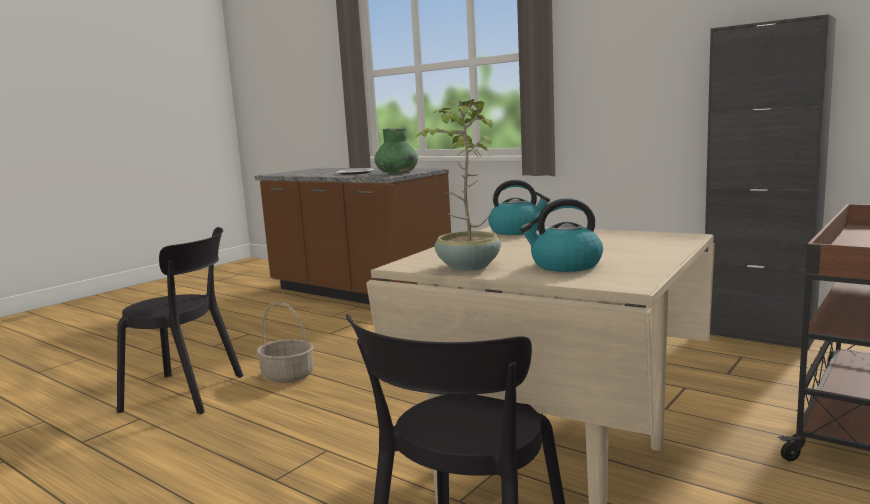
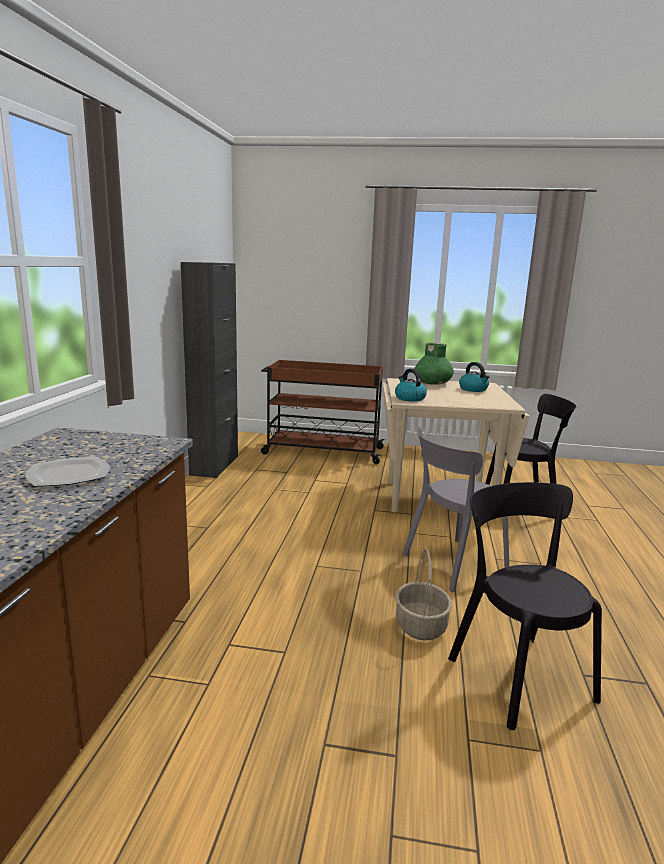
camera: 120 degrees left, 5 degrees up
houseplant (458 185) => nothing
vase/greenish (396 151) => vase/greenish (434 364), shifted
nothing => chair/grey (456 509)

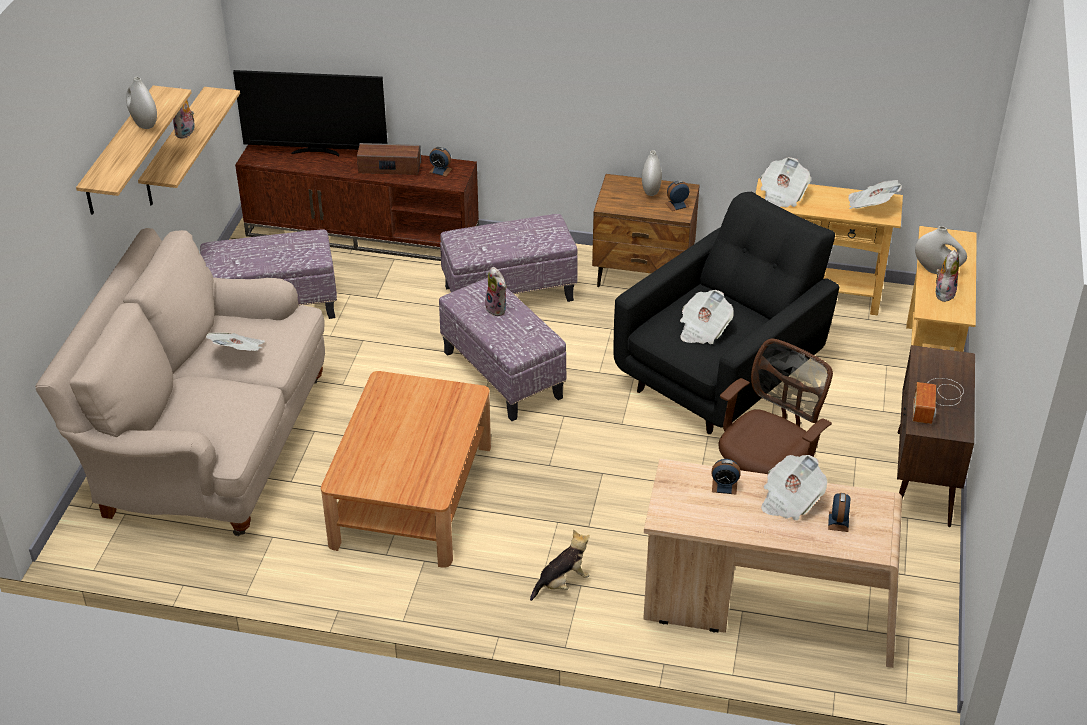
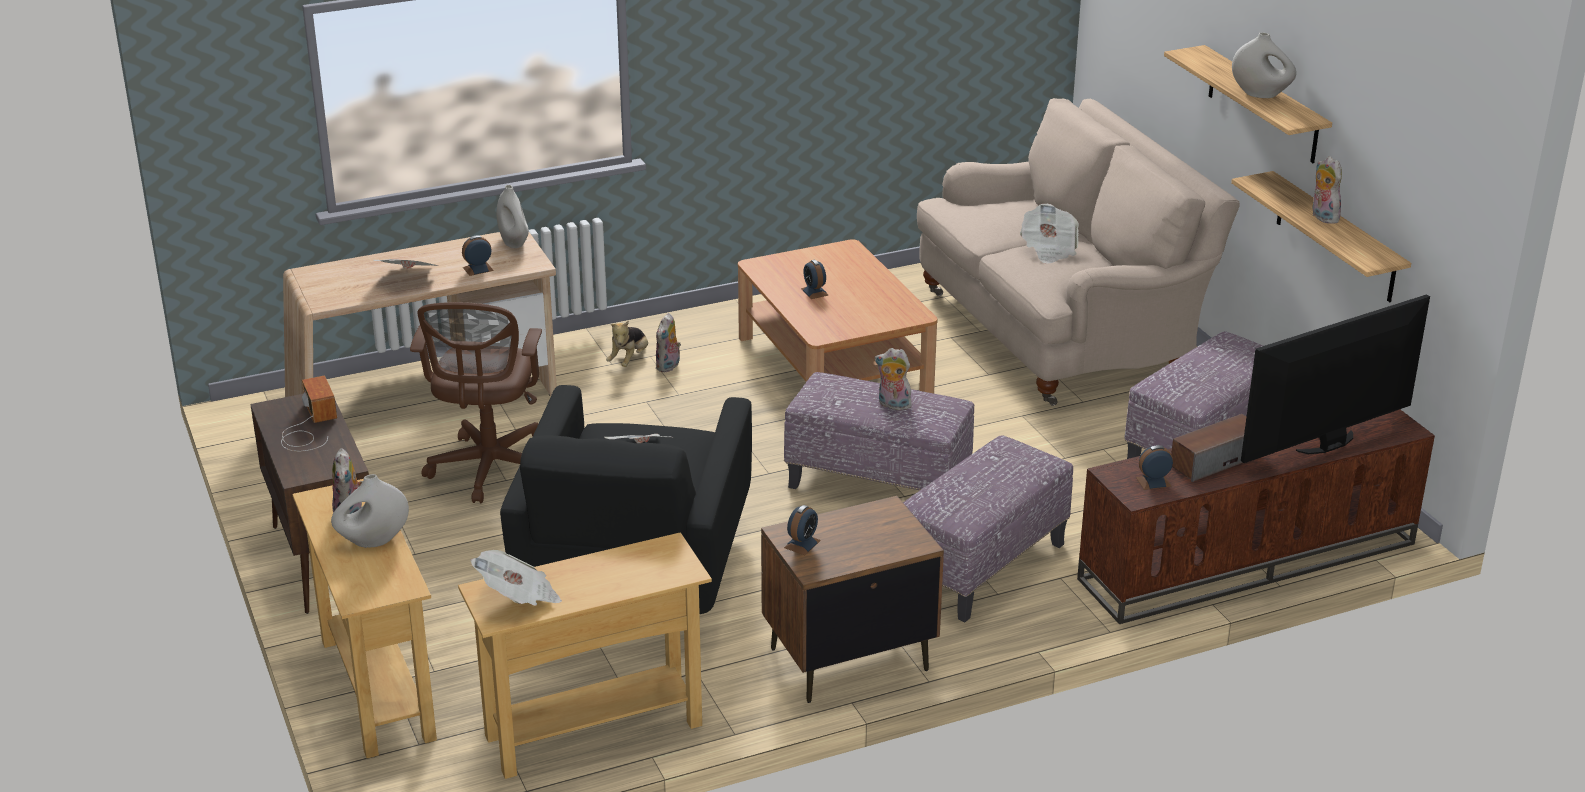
camera: 145 degrees right, 10 degrees down
vase/white-coloured (652 173) => vase/white-coloured (512 216), shifted
newspaper (785 182) => nothing
bedside clock (839 512) => bedside clock (815 279), shifted
nothing => plush toy (668 343)

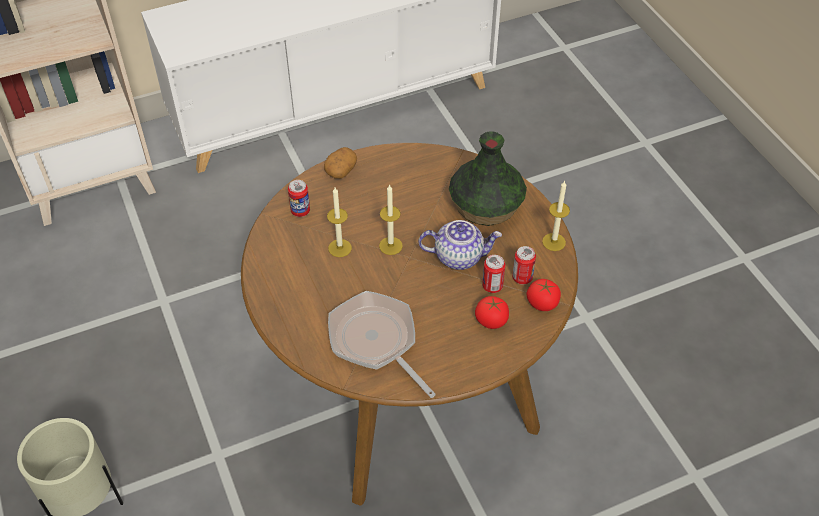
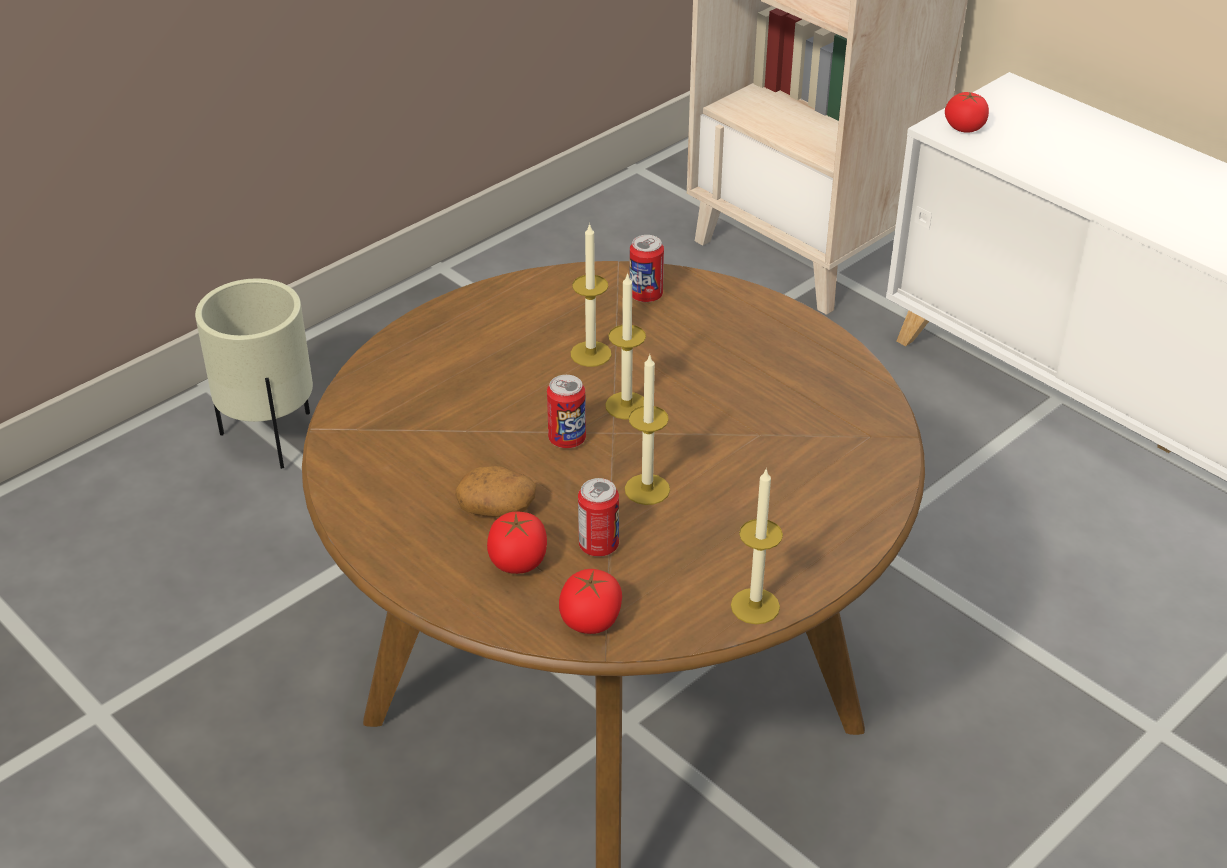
camera: 70 degrees right, 10 degrees down
vase (488 179) => nothing
potato (340 163) => potato (495 491), shifted
pot for tea (460 245) => candle (647 429)
sealed can (524 265) => sealed can (566 411), shifted
frying pan (382 344) => nothing
nothing => fresh tomato (967 112)

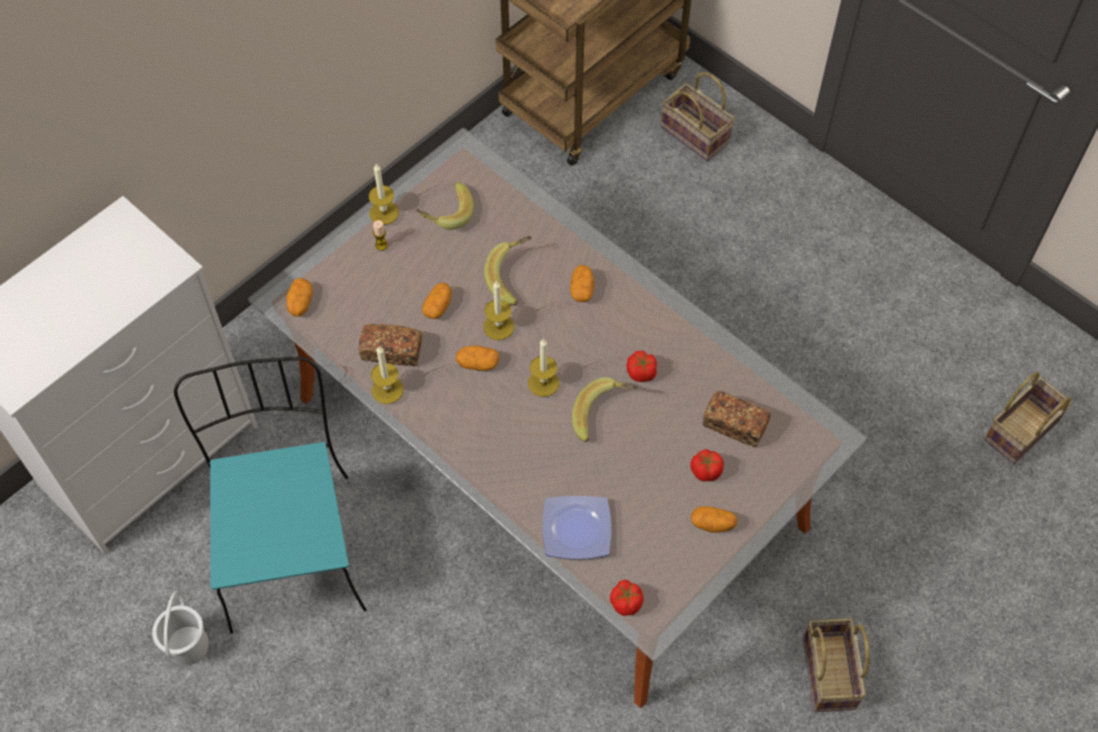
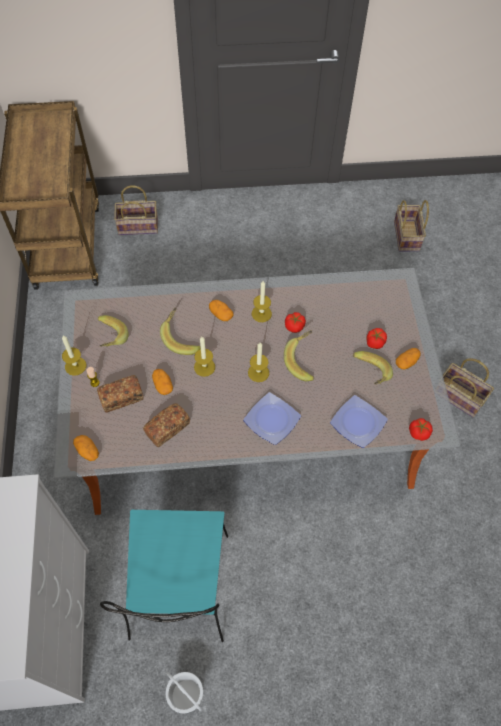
camera: 50 degrees left, 0 degrees up
candle (387 375) => candle (262 301), shifted
potato (477 358) => nothing
chair/turquoise (270 495) => chair/turquoise (164 576), 120 degrees counterclockwise
bakery bread (737 419) => bakery bread (120 394), shifted
nothing => banana fruit (373 368)
nothing => flat dish (272 418)

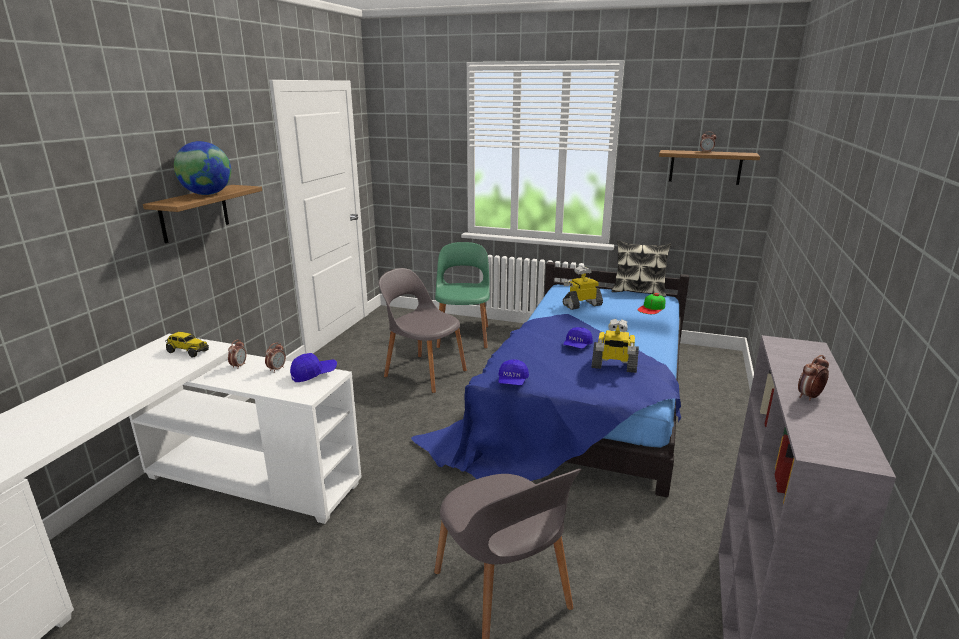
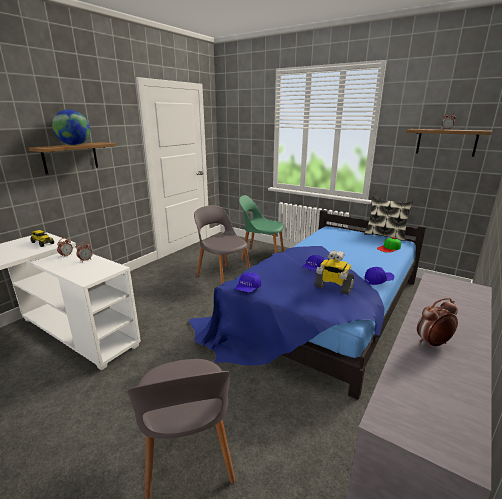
camera: 15 degrees right, 0 degrees up
chair/greenish (462 295) => chair/greenish (261 228), 90 degrees counterclockwise
model robot (583 288) => nothing
peaked cap/blue (313 367) => peaked cap/blue (379 276), shifted

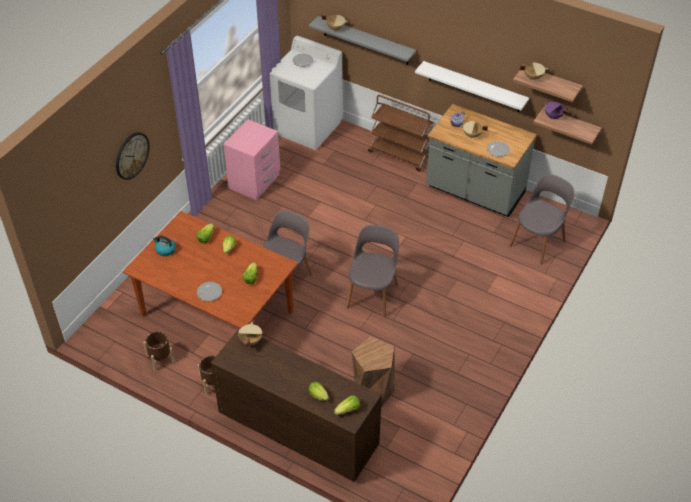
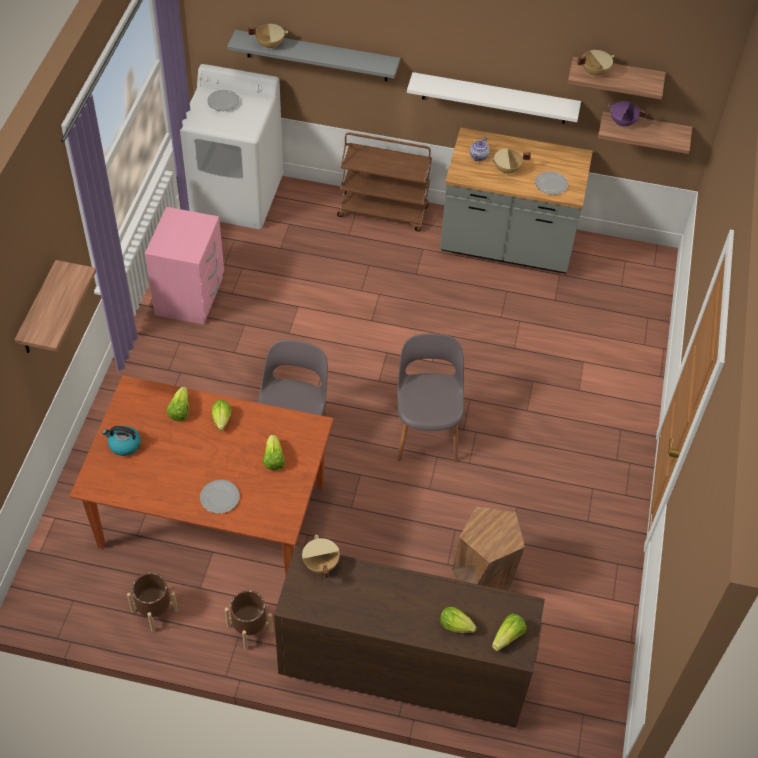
camera: 20 degrees left, 5 degrees up
wall clock (133 156) => wall shelf (55 306)
chair/grey (541 219) => nothing

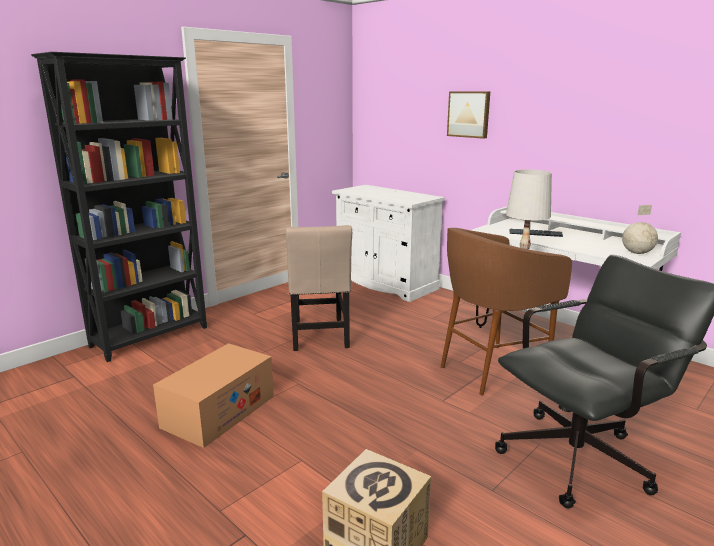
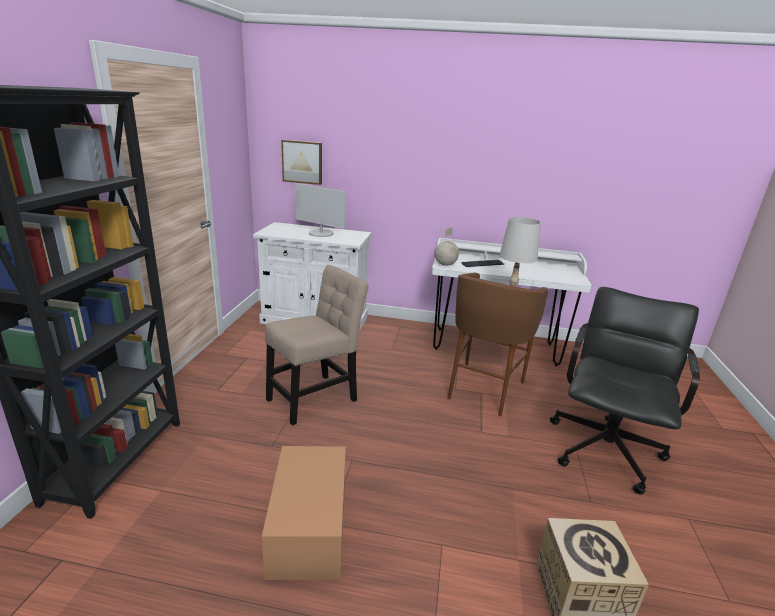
camera: 35 degrees left, 5 degrees up
picture (468 115) => picture (301 162), shifted
desk globe (640 229) => desk globe (446 246), shifted
chair/beige (319 288) => chair/beige (317 345), 90 degrees counterclockwise
nothing => monitor (320 210)

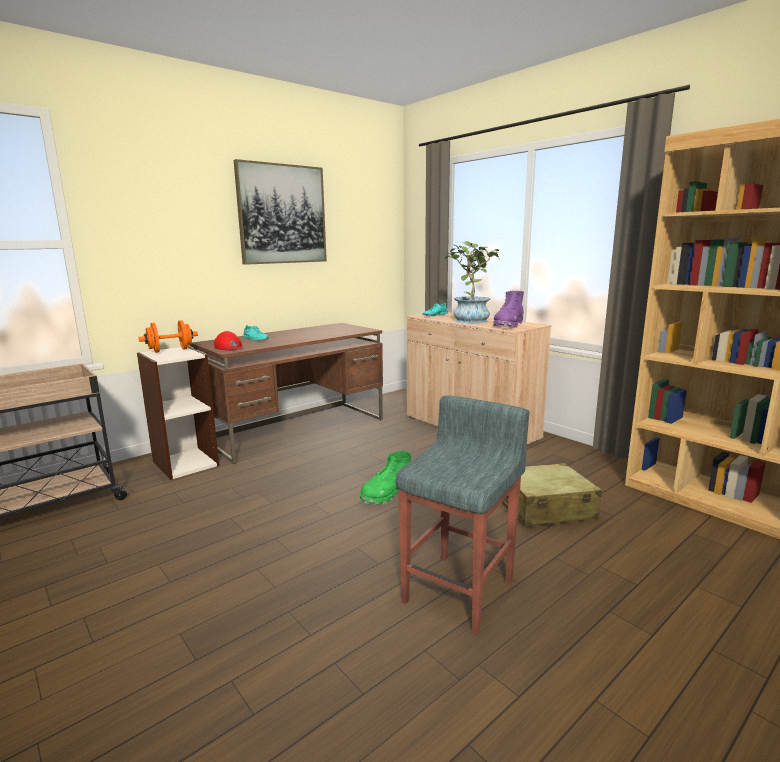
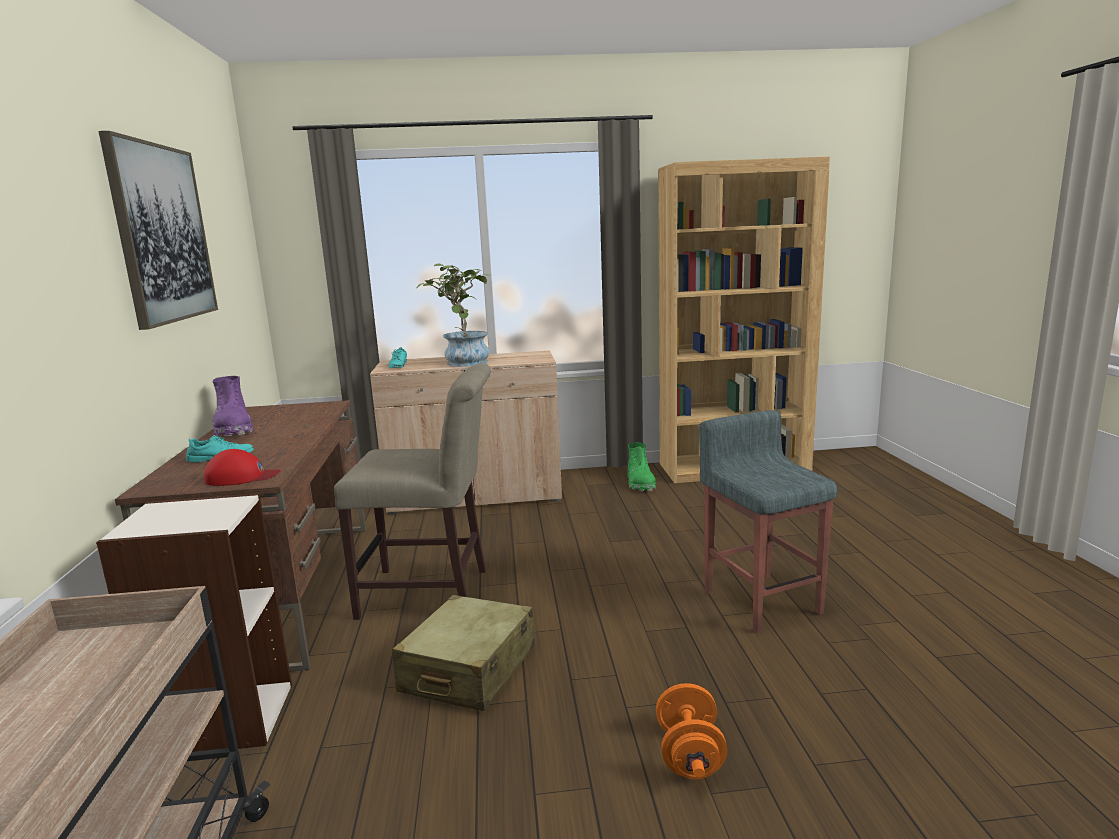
camera: 55 degrees left, 0 degrees up
boot/purple-coloured (508 309) => boot/purple-coloured (232 406), shifted
dumbbell/orangey (168 336) => dumbbell/orangey (691 731), shifted
boot/greenish (385 478) => boot/greenish (641 466), shifted
travel case/beige (552 495) => travel case/beige (463 653), shifted
nothing => chair/beige (412 491)

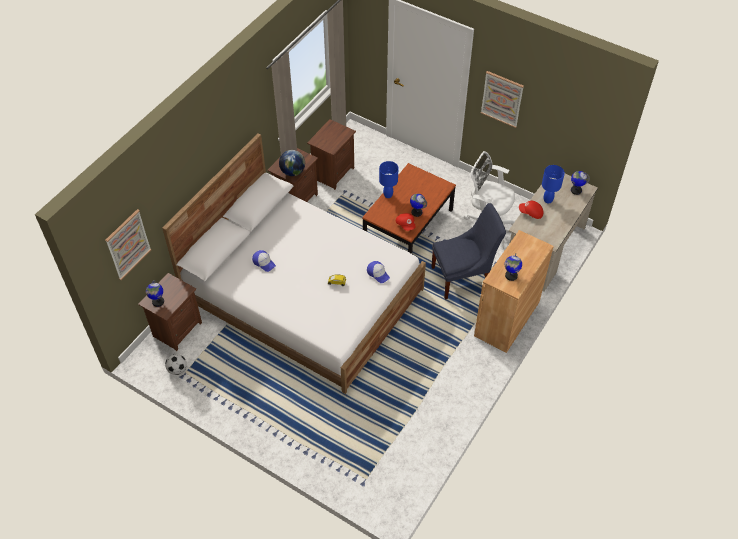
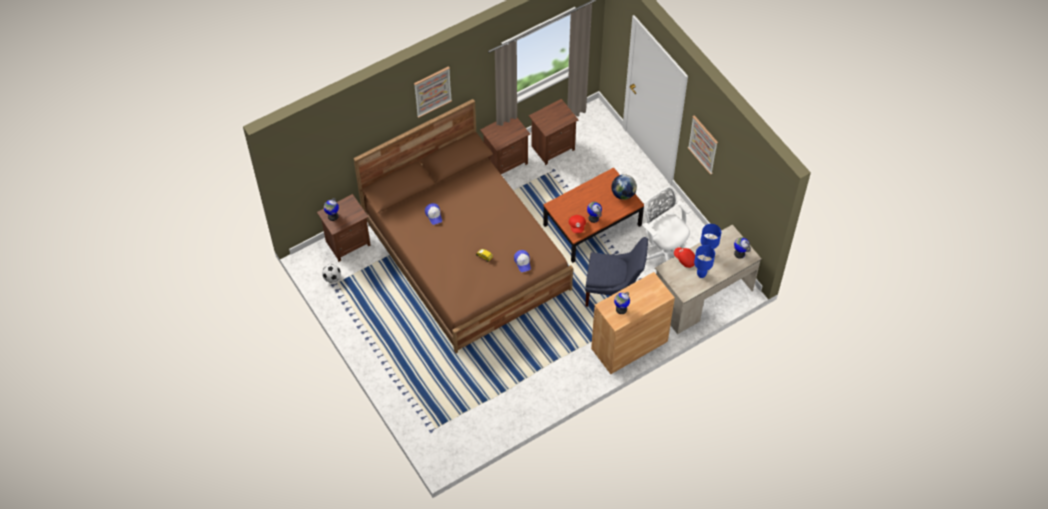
camera: 25 degrees right, 5 degrees up
bedroom bed/white-coloured (294 263) => bedroom bed/brown-coloured (463 226)
desk globe (292 163) => desk globe (624 187), shifted
table lamp/blue (388 179) => table lamp/blue (704 261), shifted
picture (128 244) => picture (433 92), shifted

